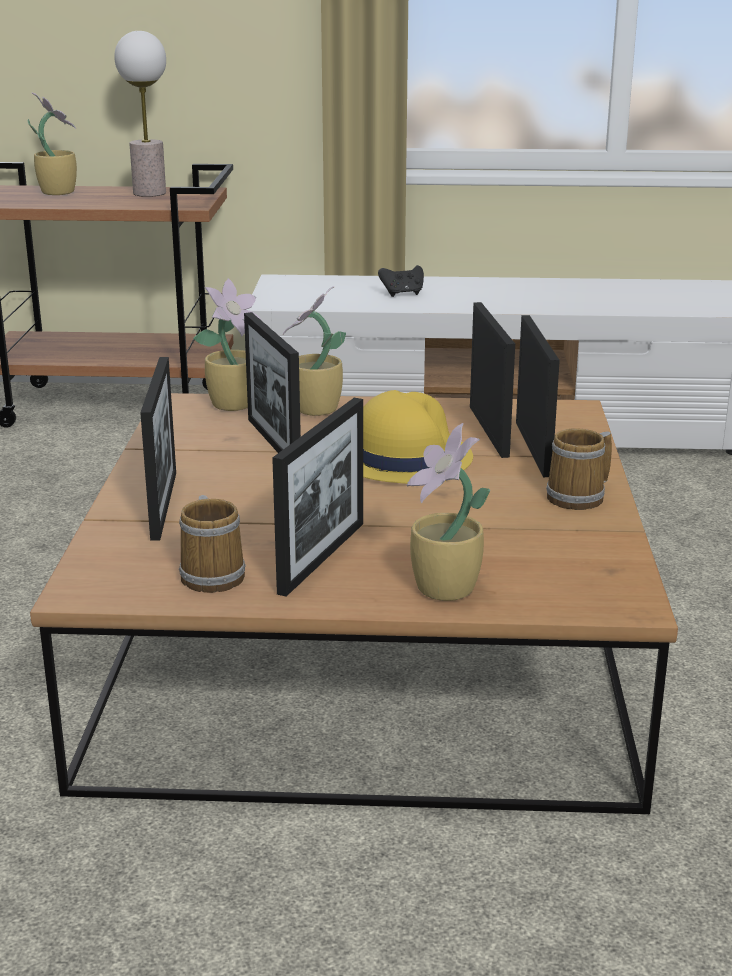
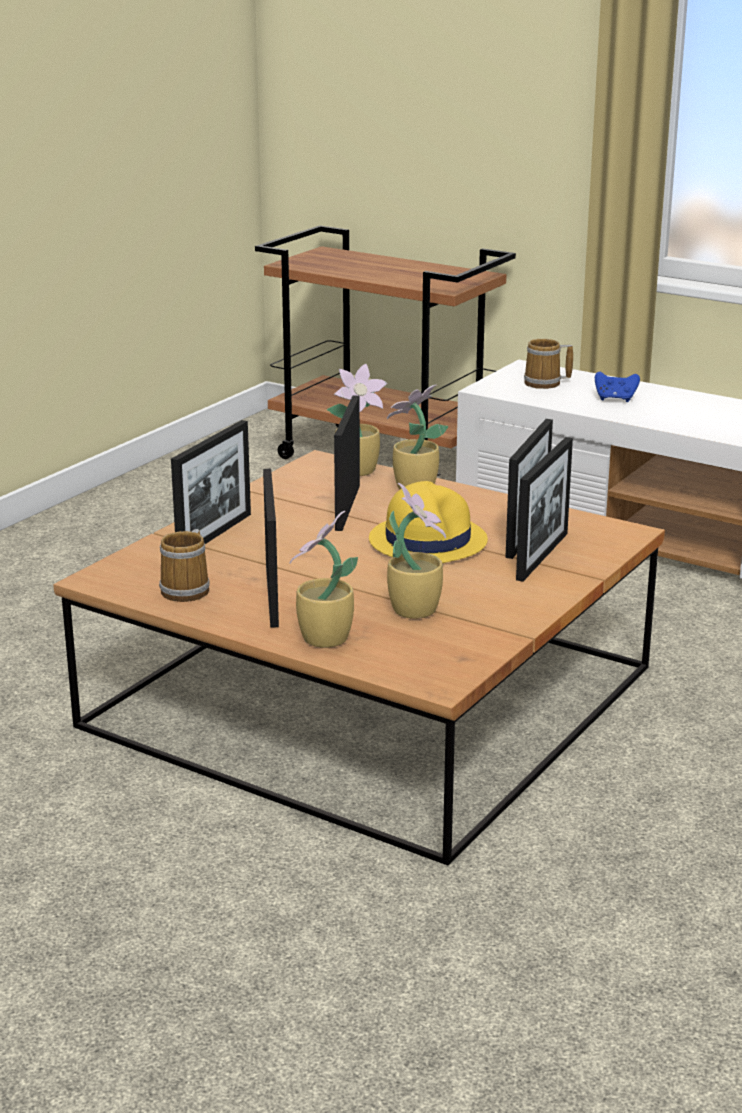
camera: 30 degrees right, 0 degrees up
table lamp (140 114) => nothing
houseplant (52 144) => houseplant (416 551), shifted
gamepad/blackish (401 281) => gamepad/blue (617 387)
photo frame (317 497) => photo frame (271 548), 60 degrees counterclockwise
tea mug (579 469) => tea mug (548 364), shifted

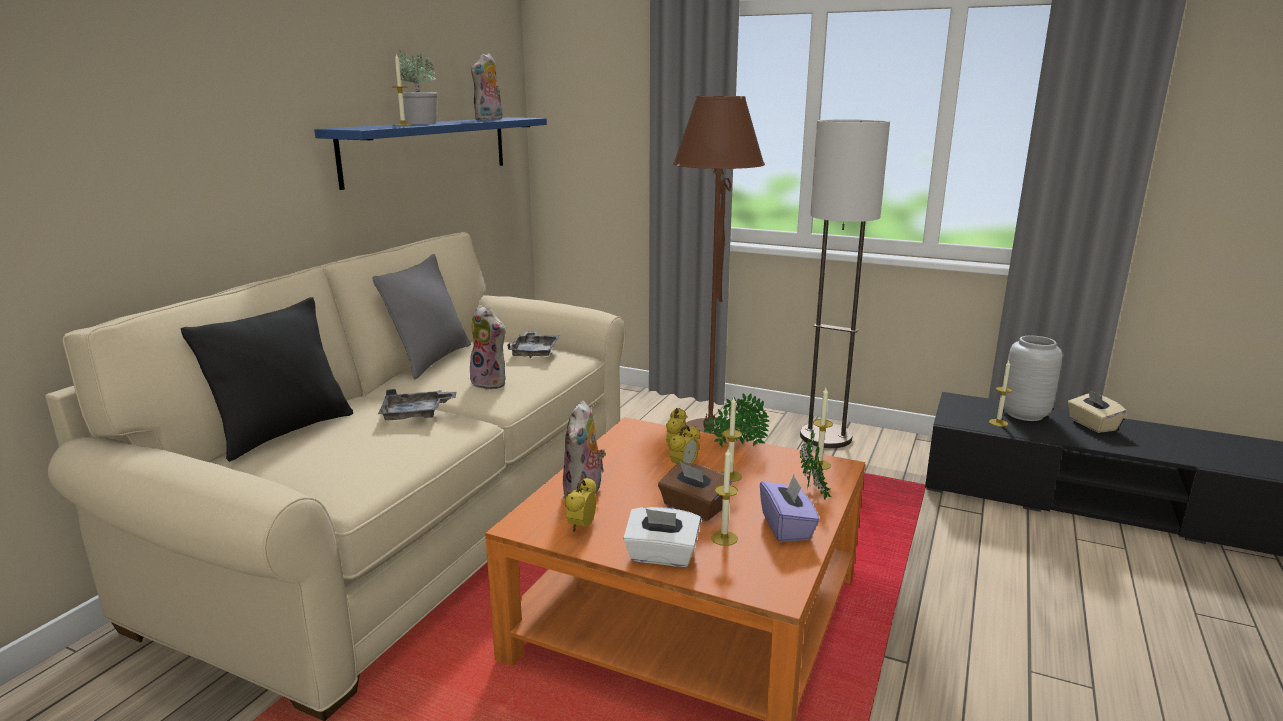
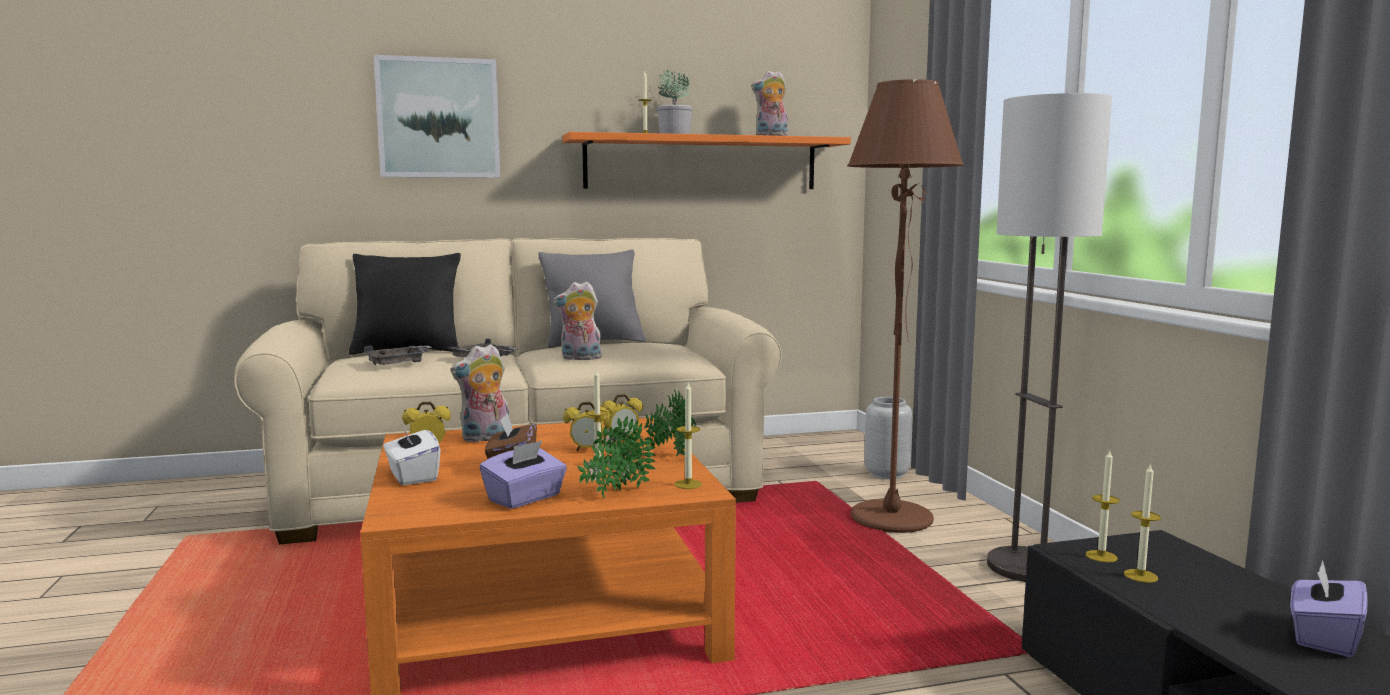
camera: 50 degrees right, 10 degrees down
wall shelf/blue (430 153) => wall shelf/orangey (707 160)
plush toy (488 347) => plush toy (578 321), 90 degrees clockwise
carrying tray/grey (533 344) => carrying tray/grey (398 355), shifted
vase/grey (1033 378) => vase/grey (888 438), shifted
box of tissues/beige (1097 411) => box of tissues/purple-coloured (1329 608)
candle (724 497) => candle (1102 506), shifted
nothing => picture (437 116)

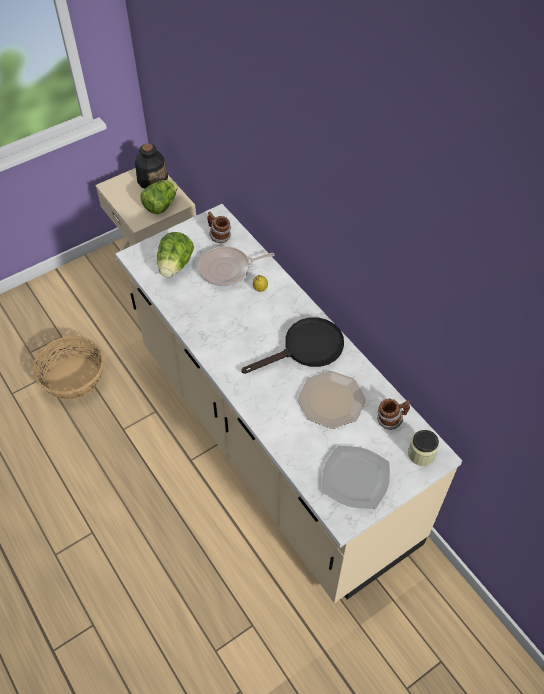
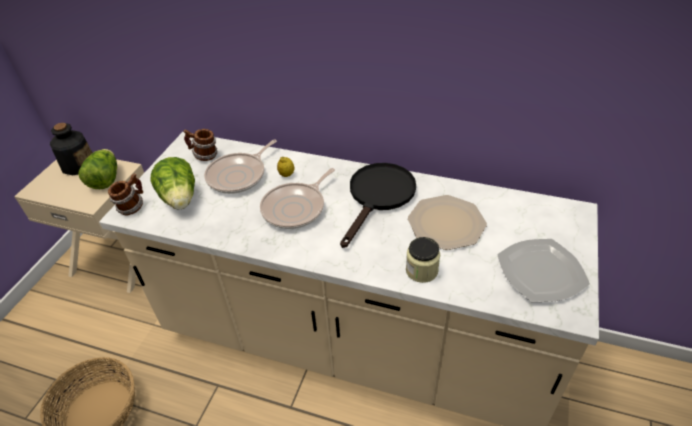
camera: 35 degrees left, 10 degrees down
tea mug (393 414) => tea mug (125 194), shifted
preserve jar (423 448) => preserve jar (423 260), shifted
nothing => frying pan (297 198)

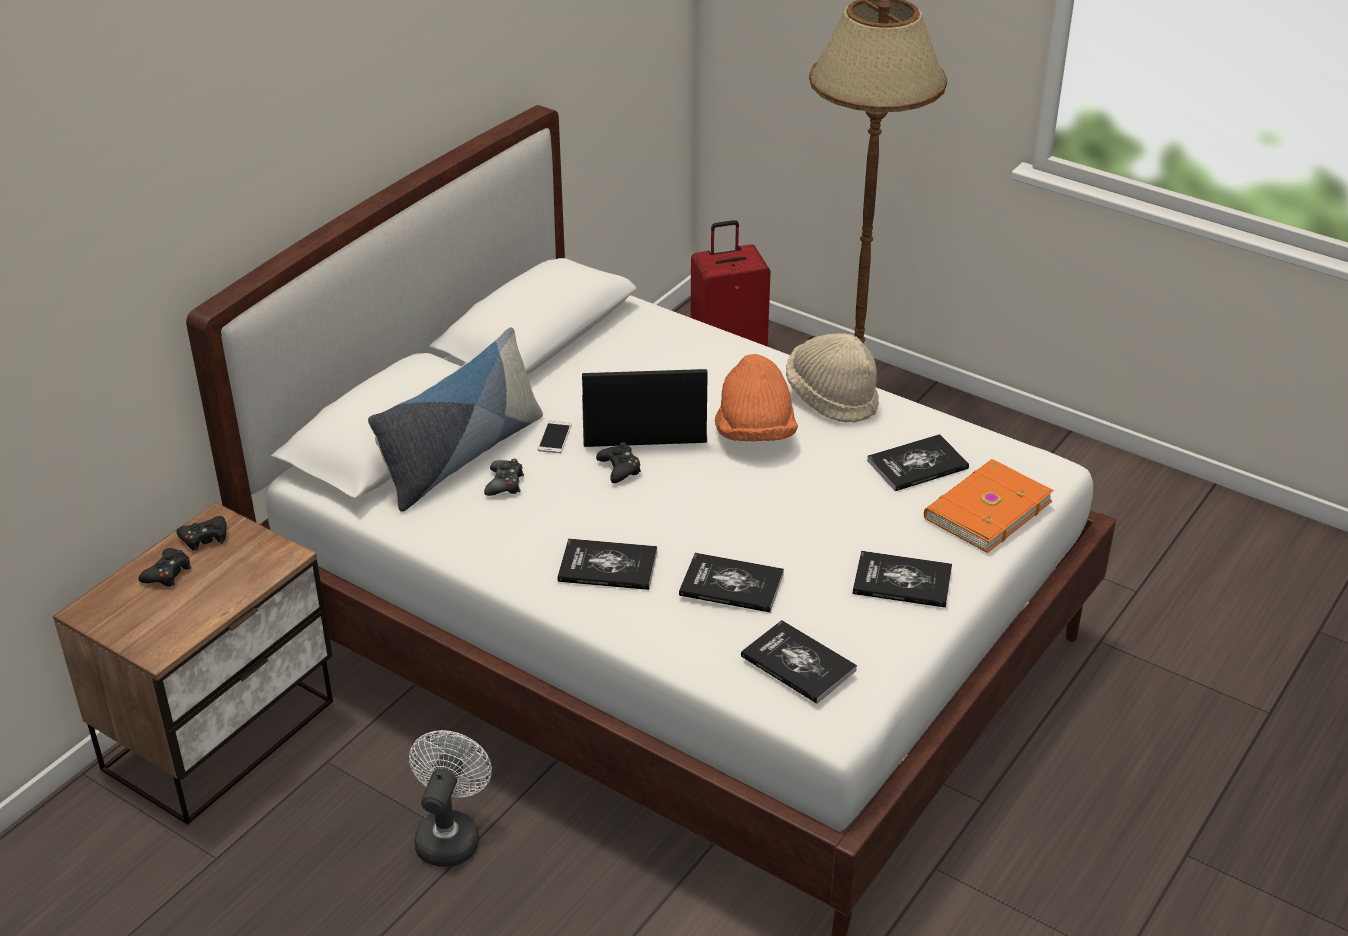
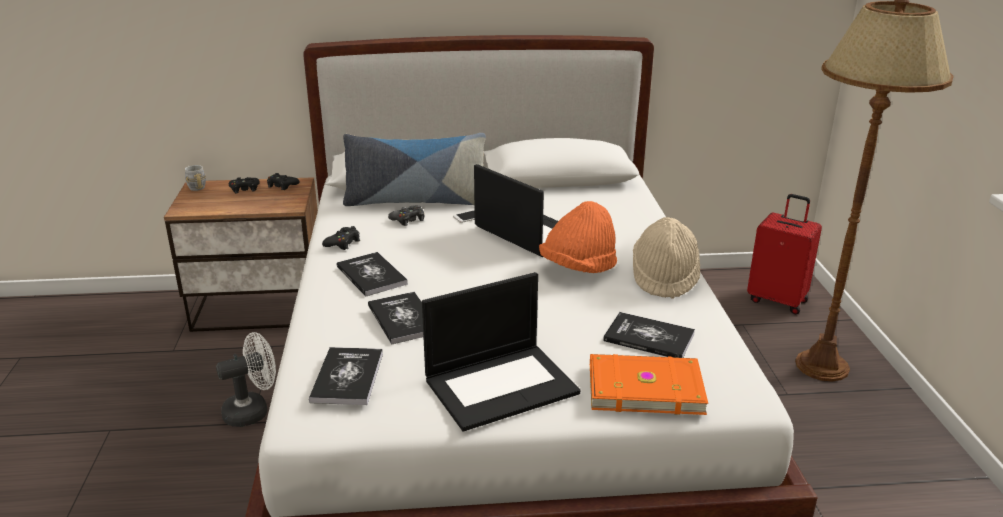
camera: 50 degrees right, 10 degrees down
gamepad/blackish (618 462) => gamepad/blackish (341 238), shifted
bound book (902 579) => laptop (501 352)
nothing => tea mug/grey (195 178)

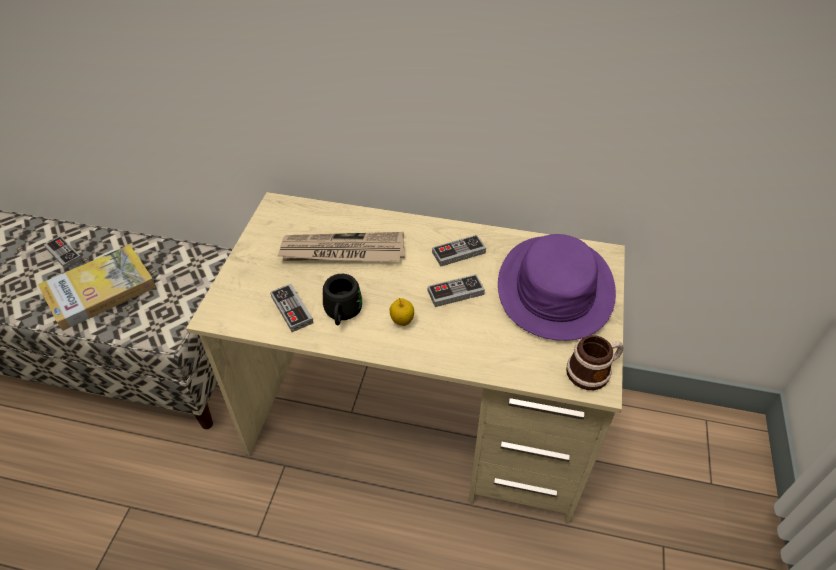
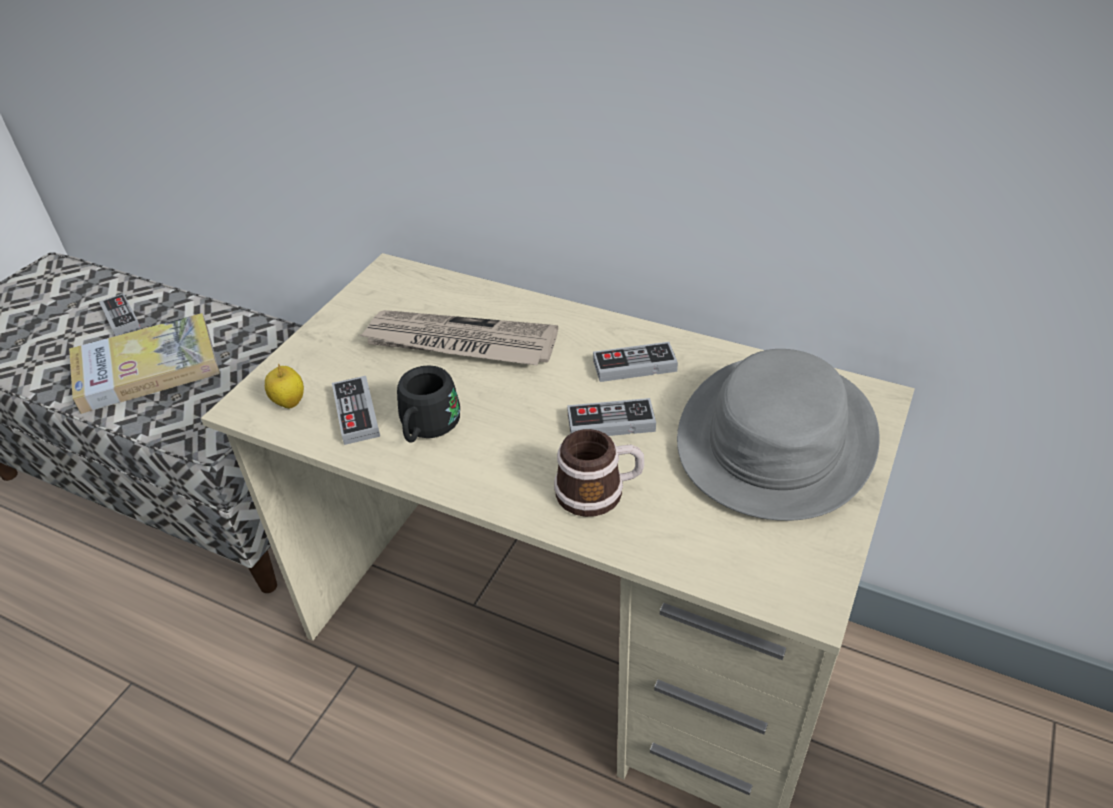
camera: 15 degrees right, 5 degrees down
clothing hat/purple-coloured (557 287) => clothing hat/grey (778 435)
apple fruit (402 312) => apple fruit (284 386), shifted
tea mug (595 362) => tea mug (599 473), shifted

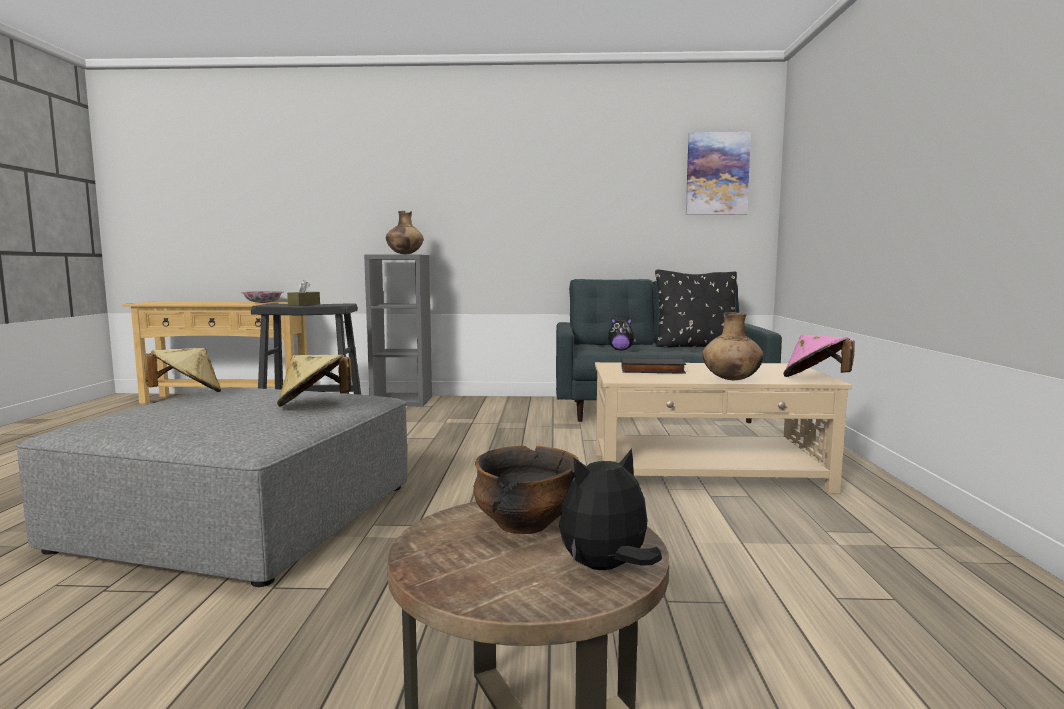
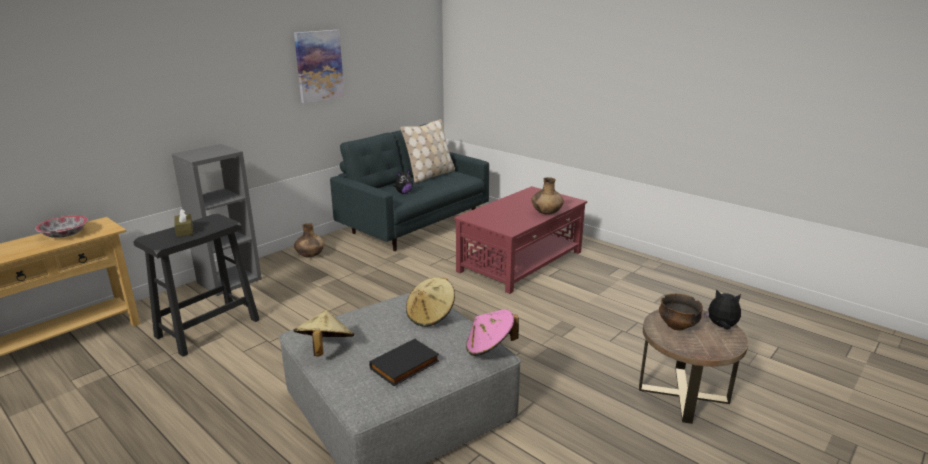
camera: 50 degrees left, 15 degrees up
picture (718 173) => picture (319 66), shifted
vase/brown-coloured (405 232) => vase/brown-coloured (309 240), shifted
pillow/blackish (696 308) => pillow/beige (427 151)
clothing hat/pink (819 356) => clothing hat/pink (492 332), shifted
bound book/blackish (653 365) => bound book/blackish (404 362), shifted
low table/beige (723 427) => low table/red-coloured (520 240)
plush toy (610 509) => plush toy (722 309), 105 degrees clockwise

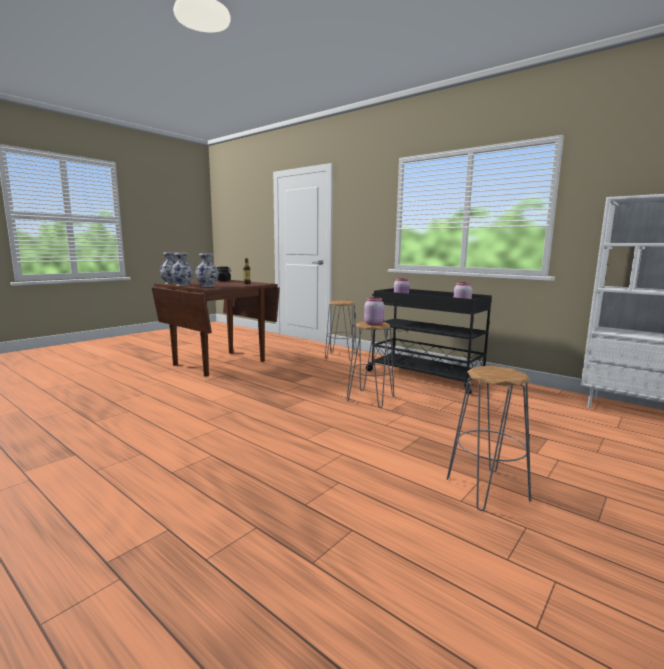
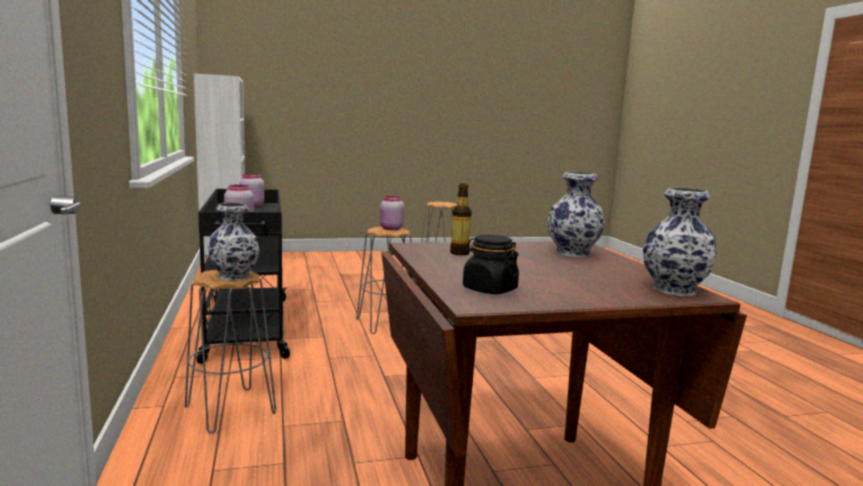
camera: 145 degrees left, 0 degrees up
vase (182 269) => vase (234 242), shifted

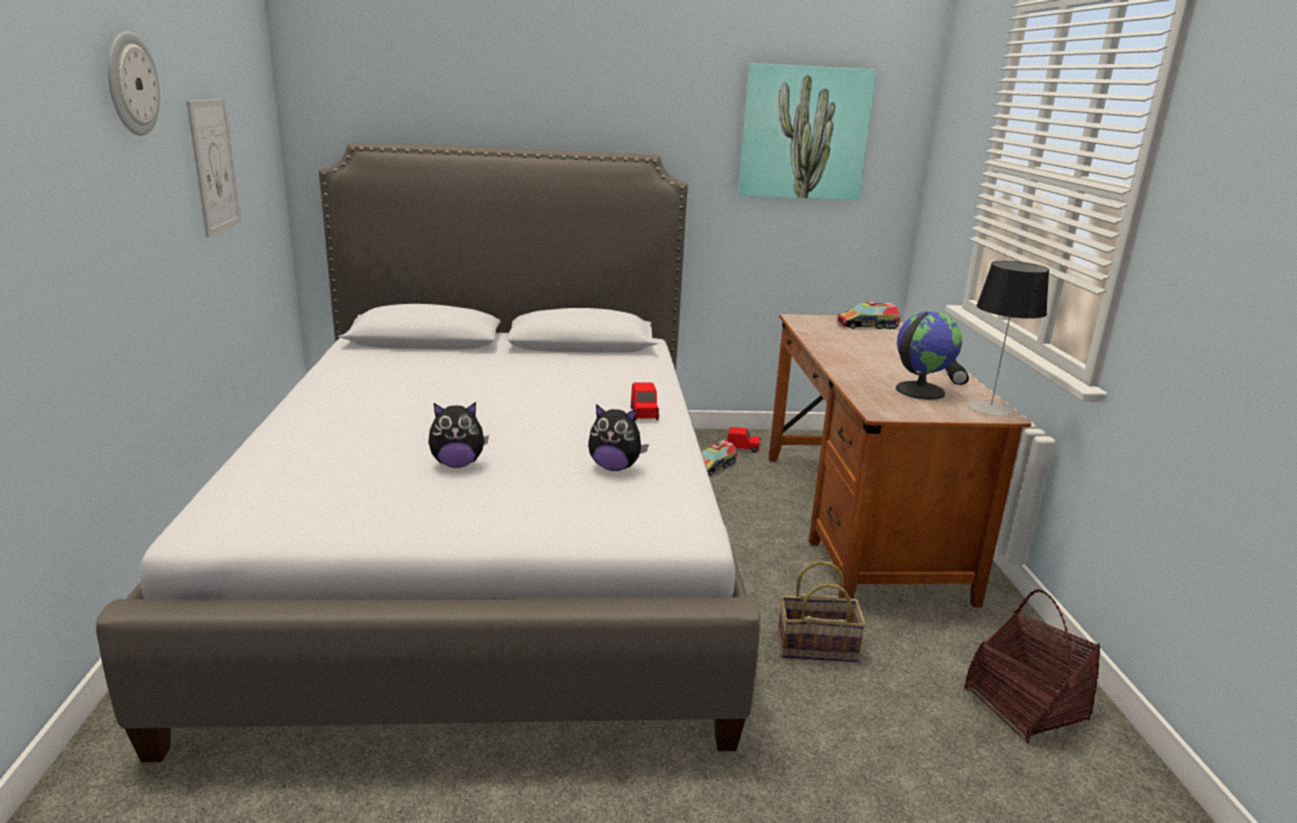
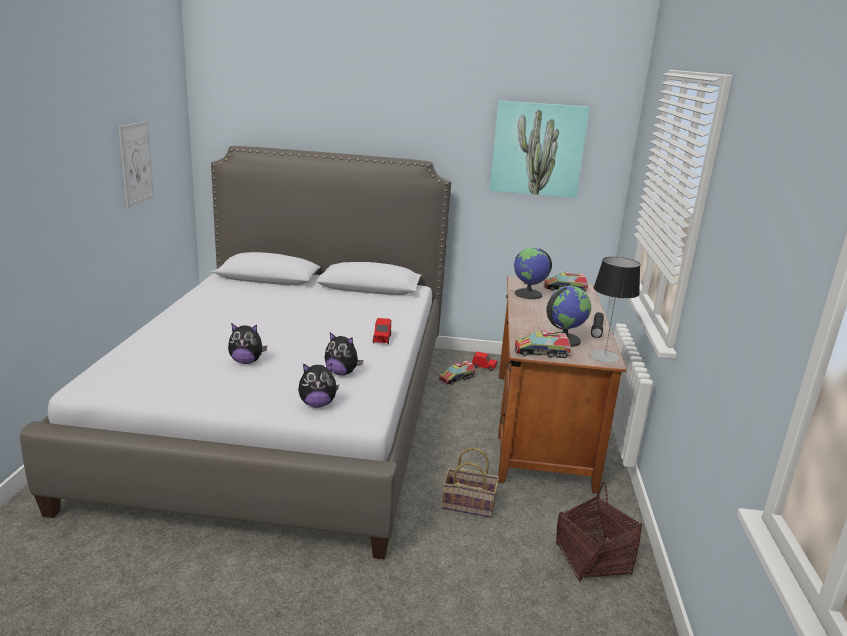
camera: 10 degrees right, 0 degrees up
wall clock (134 83) => nothing
nothing => desk globe (533 273)
nothing => toy lorry (542 344)
nothing => plush toy (318 385)

